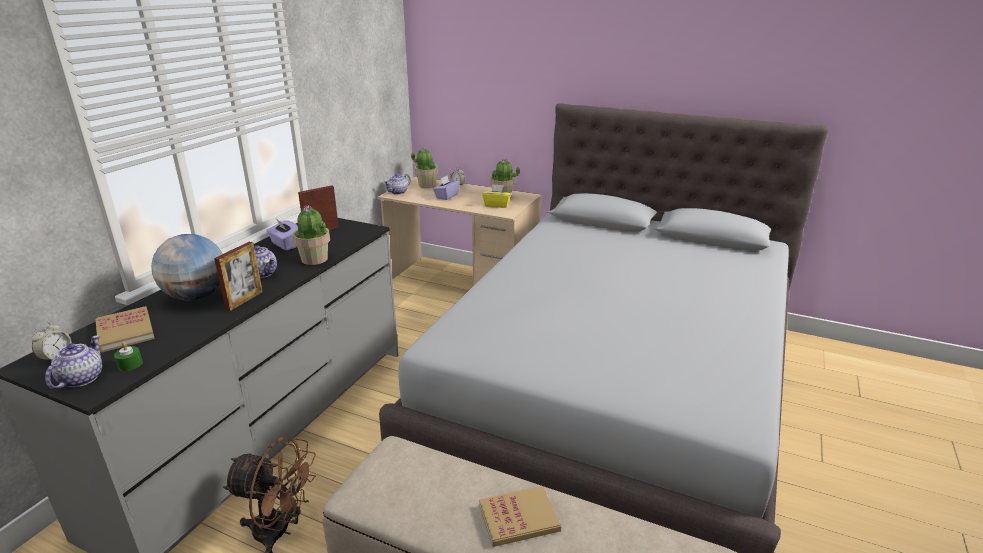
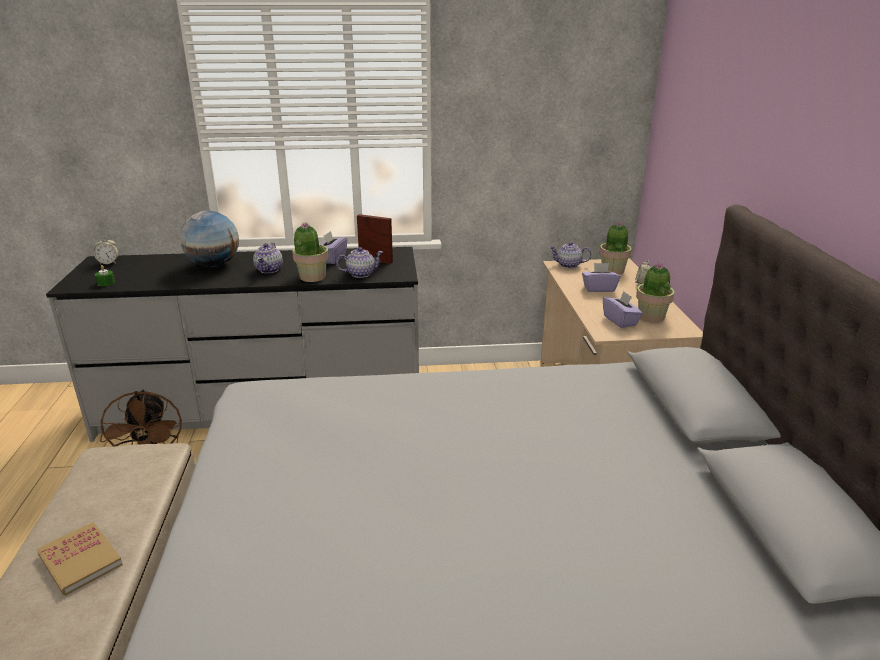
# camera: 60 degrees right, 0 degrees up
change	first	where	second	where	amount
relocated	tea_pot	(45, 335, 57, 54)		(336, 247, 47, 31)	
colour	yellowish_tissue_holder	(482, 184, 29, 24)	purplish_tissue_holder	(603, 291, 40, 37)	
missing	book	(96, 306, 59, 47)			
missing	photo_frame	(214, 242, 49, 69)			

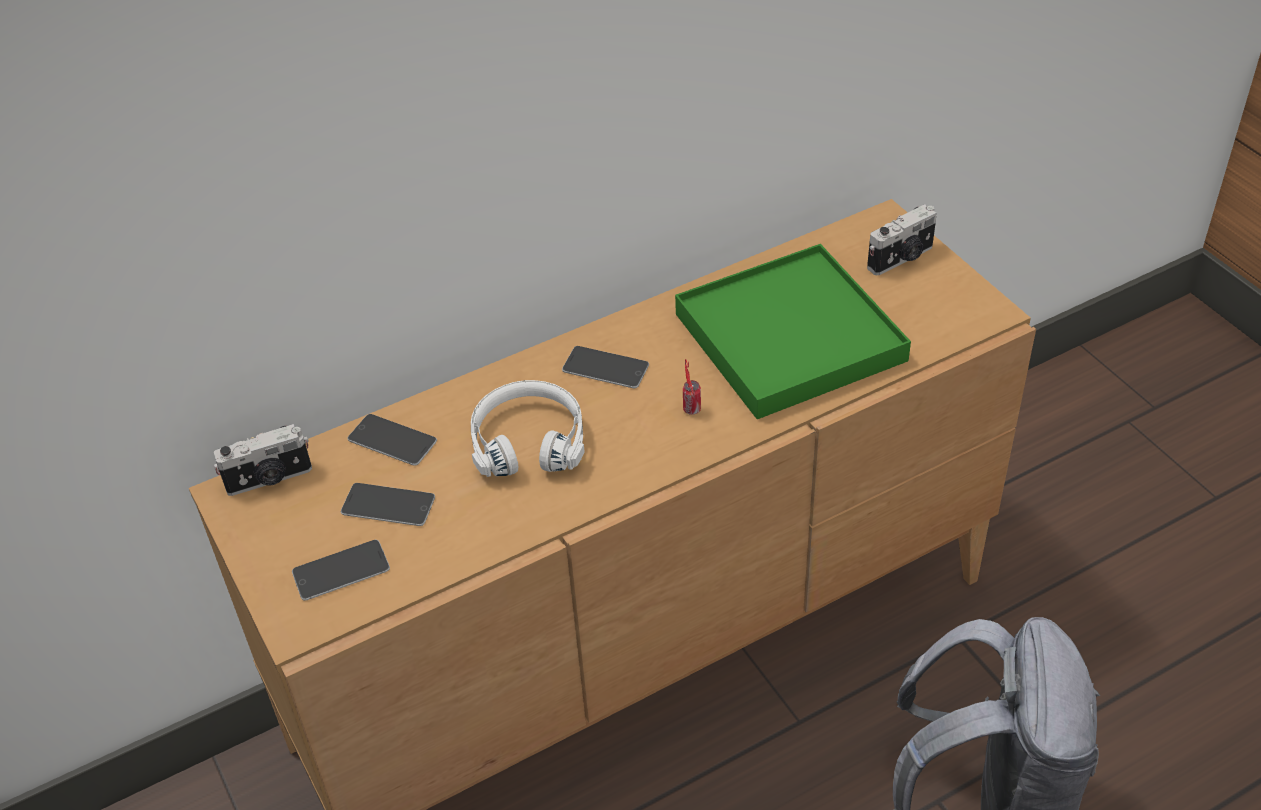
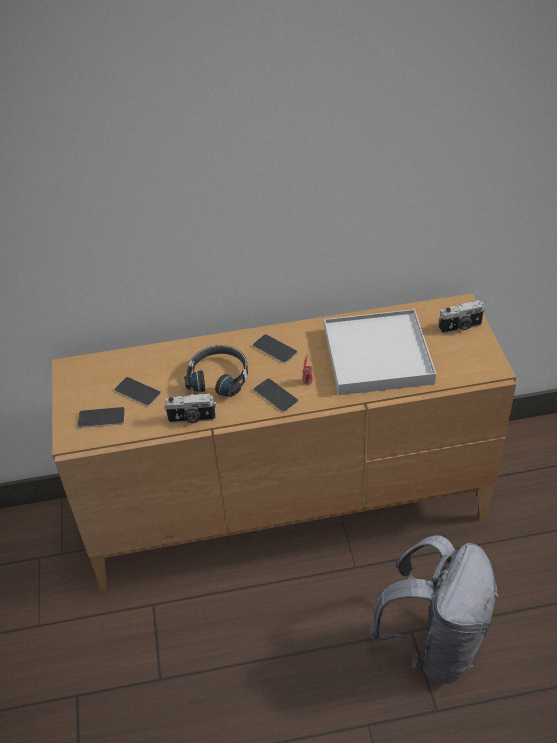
# camera: 20 degrees right, 0 degrees up
change	first	where	second	where	amount
relocated	photo_camera	(214, 424, 98, 72)		(164, 393, 52, 30)	
colour	white_headphones	(471, 380, 114, 97)	black-coloured_headphones	(184, 345, 64, 52)	
relocated	phone	(347, 414, 90, 52)		(253, 378, 46, 35)	
colour	greenish_serving_tray	(675, 244, 236, 175)	white_serving_tray	(324, 309, 112, 86)	

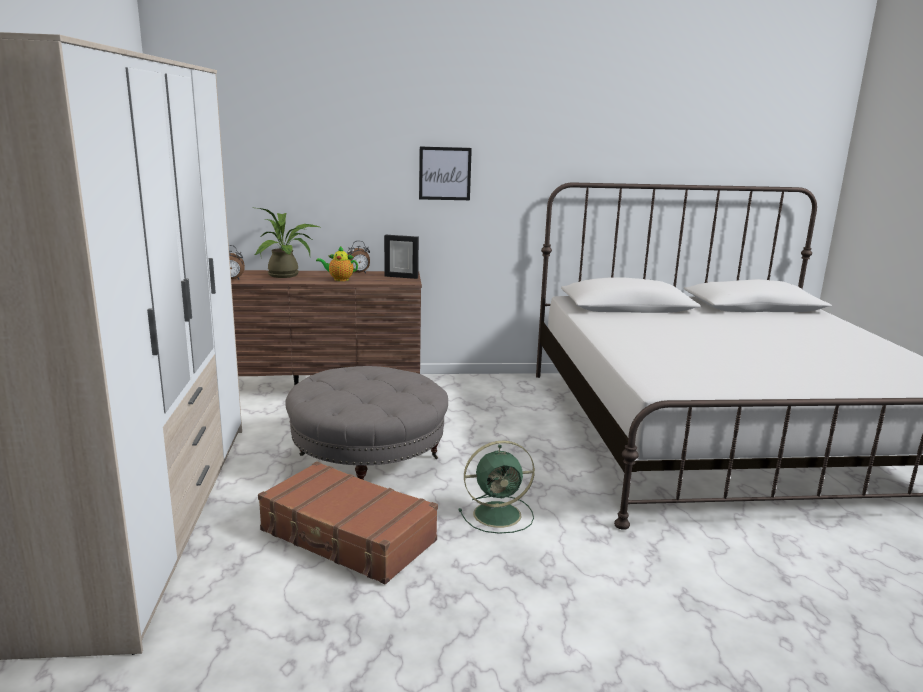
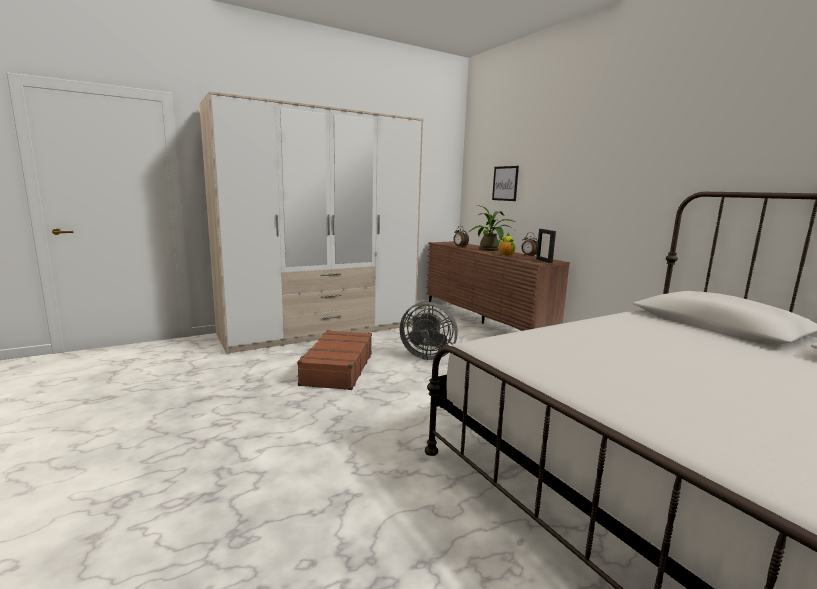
# camera: 65 degrees right, 5 degrees down
change	first	where	second	where	amount
exchanged	grey_ottoman	(285, 366, 163, 114)	grey_fan	(399, 302, 59, 58)	
relocated	wall_art	(419, 147, 53, 53)		(492, 166, 27, 35)	
missing	greenish_fan	(459, 440, 76, 94)			

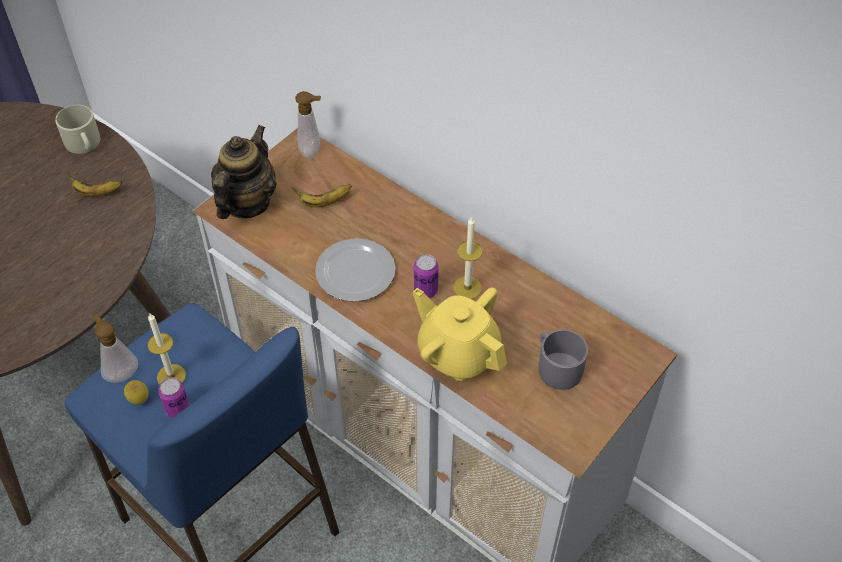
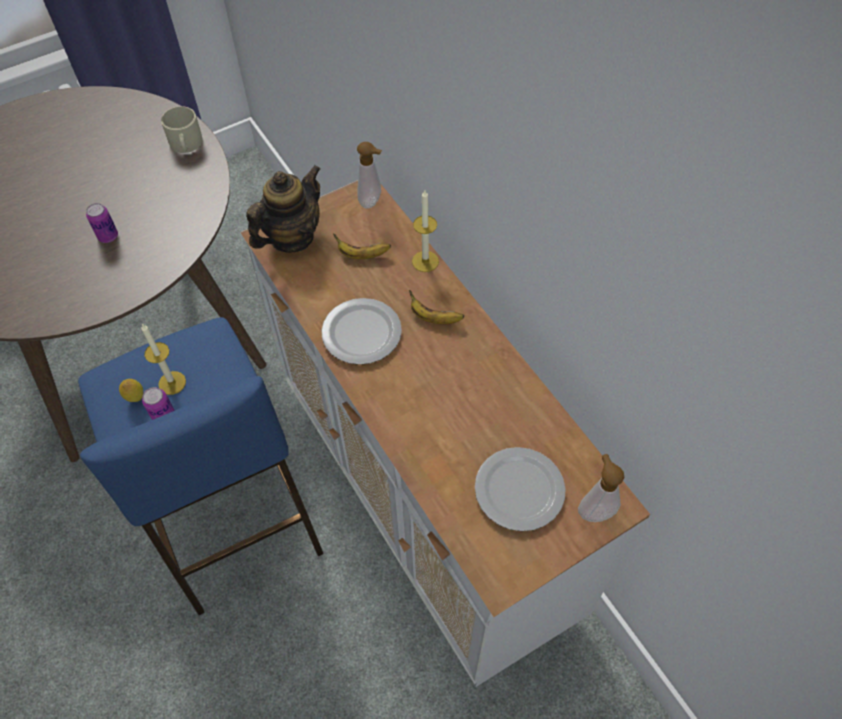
# camera: 20 degrees right, 5 degrees up
change	first	where	second	where	amount
relocated	can	(414, 254, 25, 44)		(86, 203, 32, 40)	
relocated	banana	(67, 173, 55, 23)		(409, 290, 55, 34)	
relocated	wax_light	(453, 217, 30, 82)		(412, 190, 27, 82)	
exchanged	grey_tea_mug	(539, 330, 49, 60)	dinner_plate	(475, 447, 91, 84)	
relocated	liquid_soap_bottle	(94, 315, 44, 68)		(578, 454, 46, 68)	
missing	yellowish_tea_pot	(412, 287, 95, 94)			

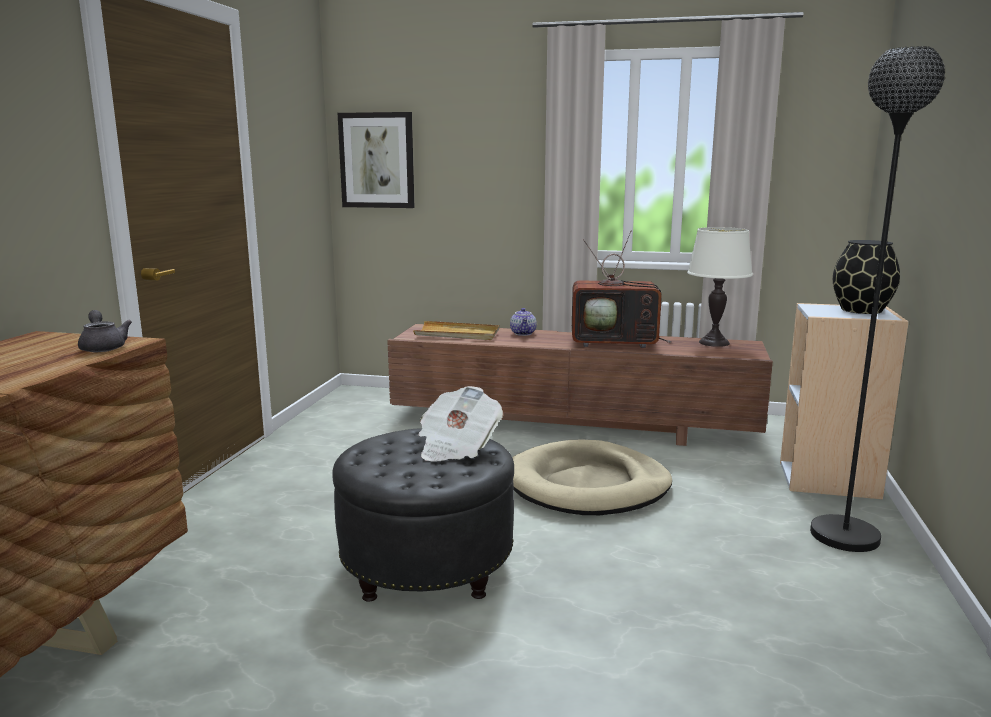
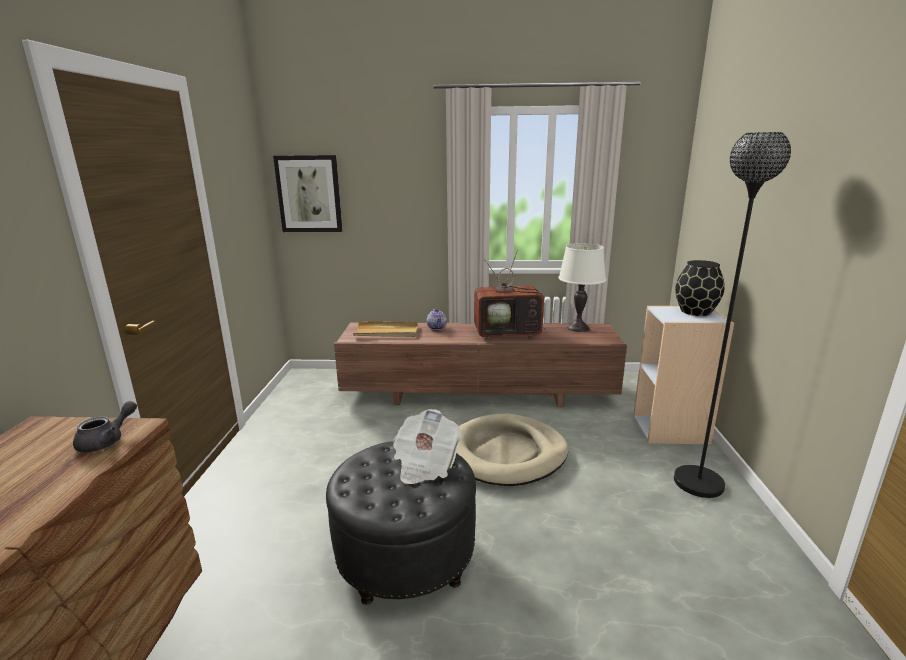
# camera: 10 degrees left, 5 degrees up
change	first	where	second	where	amount
spun	grey_tea_pot	(78, 310, 54, 42)		(73, 401, 64, 51)	75 degrees clockwise

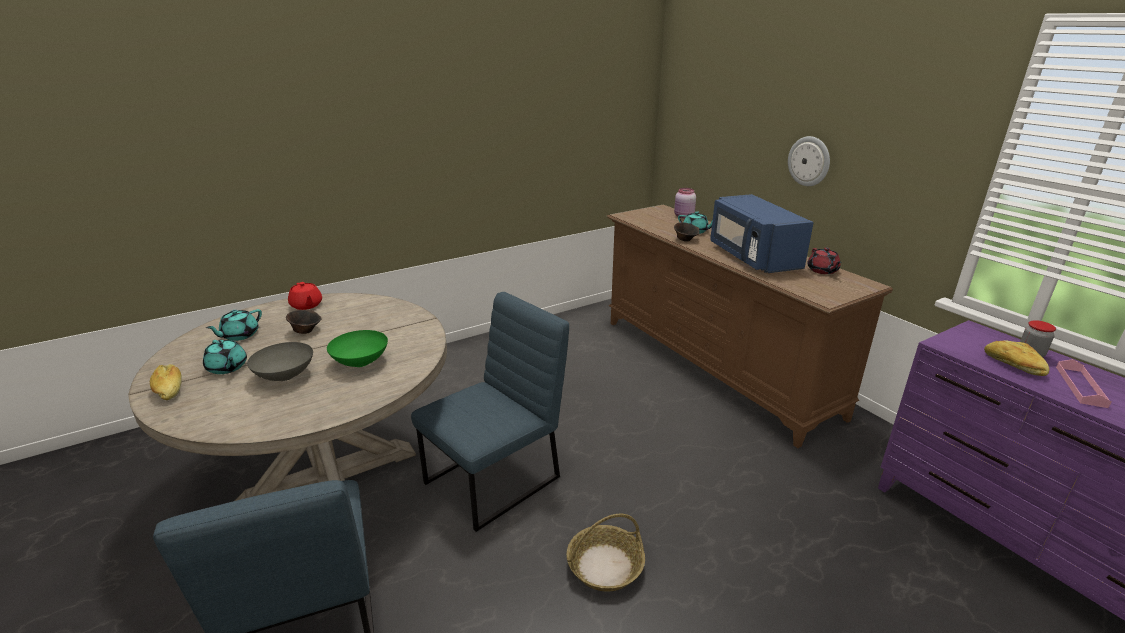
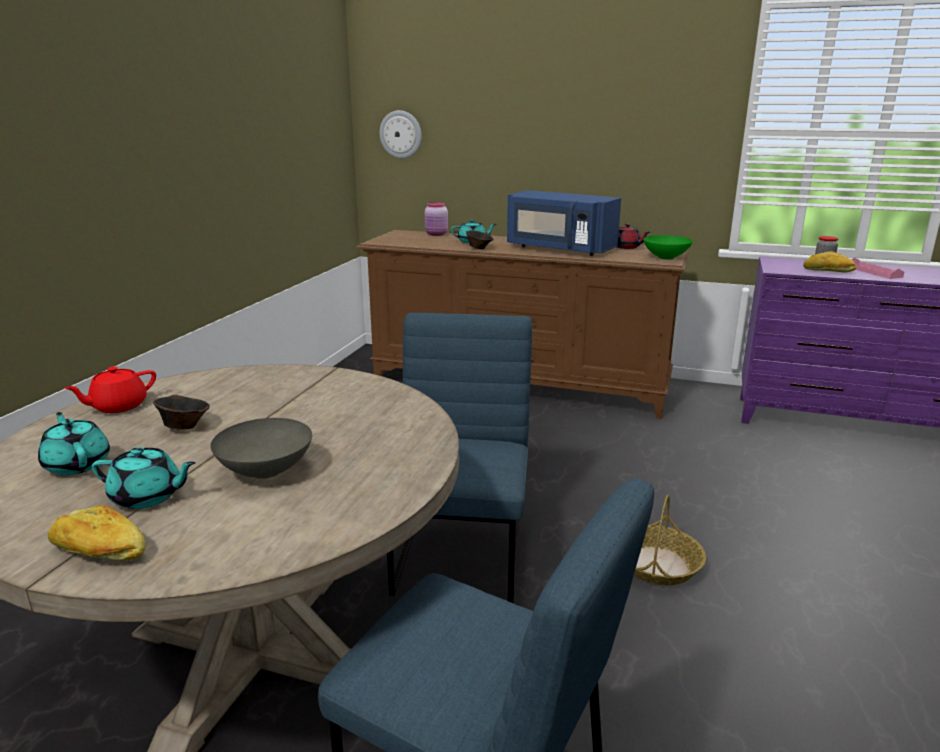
# camera: 40 degrees left, 5 degrees down
change	first	where	second	where	amount
spun	blue-green_tea_pot	(206, 309, 56, 32)		(38, 412, 72, 63)	150 degrees clockwise
spun	reddish_tea_pot	(288, 282, 34, 28)		(64, 366, 92, 47)	120 degrees clockwise
relocated	wall_clock	(788, 136, 42, 50)		(379, 110, 43, 48)	
relocated	greenish_serving_bowl	(327, 330, 61, 37)		(643, 235, 50, 24)	

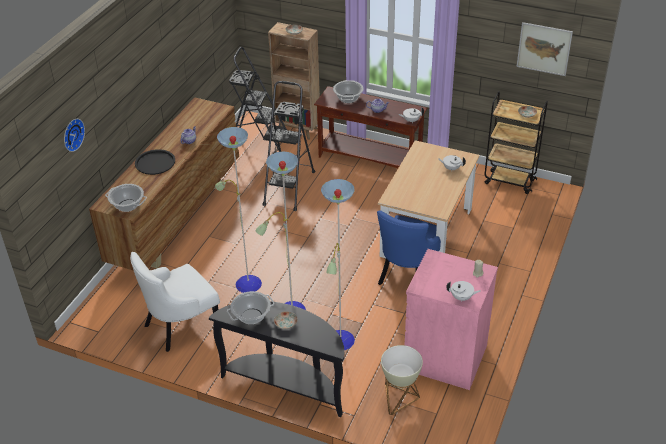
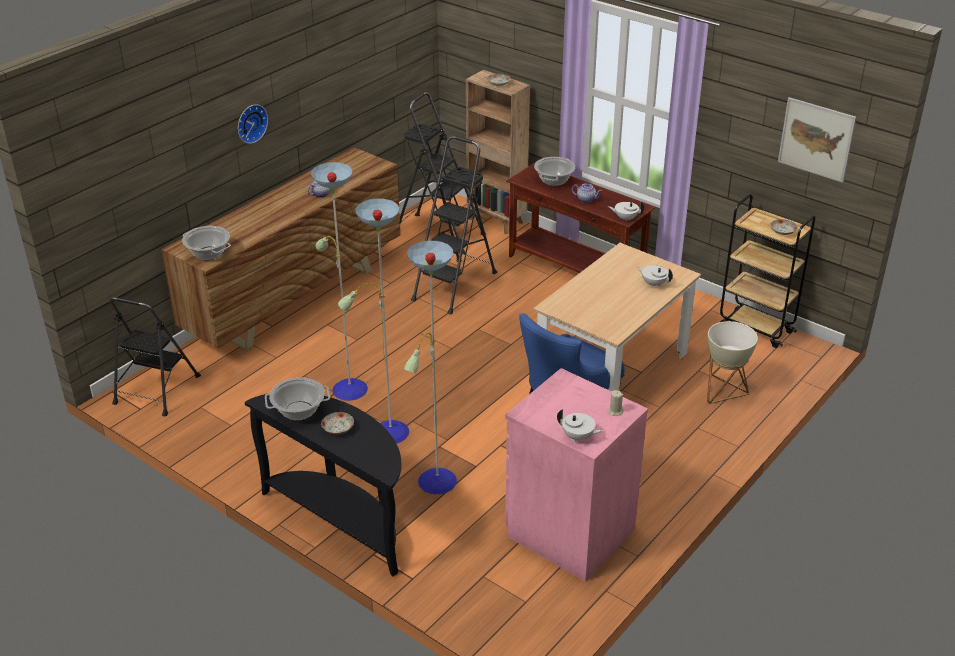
# camera: 15 degrees right, 5 degrees down
change	first	where	second	where	amount
appeared			black-coloured_step_ladder	(110, 297, 91, 119)	
relocated	wall_clock	(64, 119, 21, 33)		(238, 105, 30, 39)	
relocated	flower_pot	(381, 345, 42, 70)		(707, 321, 51, 82)	
missing	white_upright_chair	(130, 252, 90, 100)			
missing	black-coloured_serving_tray	(135, 149, 40, 26)			

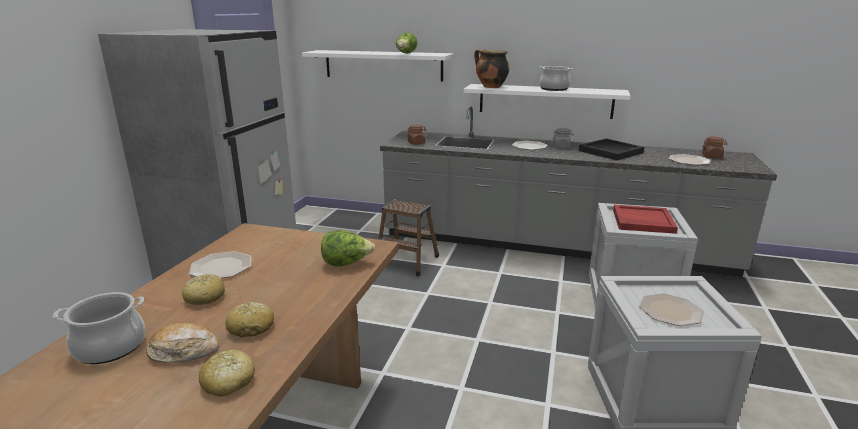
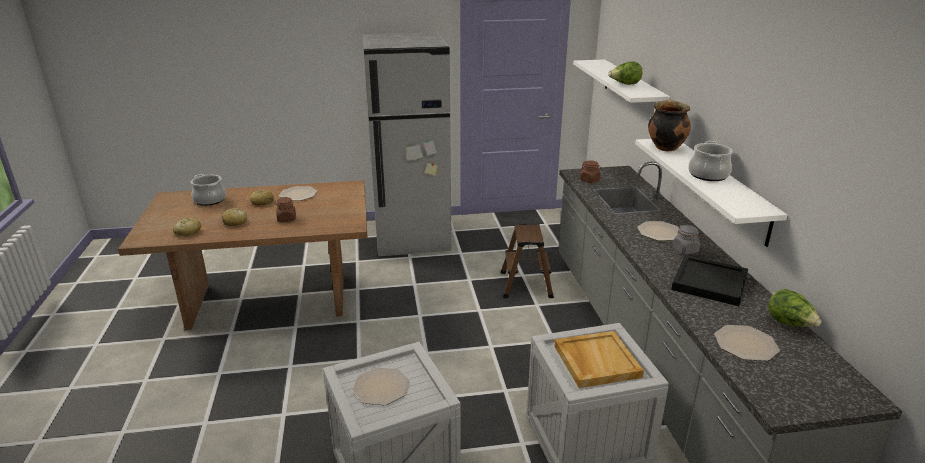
# camera: 65 degrees right, 5 degrees up
change	first	where	second	where	amount
relocated	brownish_preserve_jar	(702, 136, 25, 22)		(276, 197, 20, 25)	
colour	reddish_serving_tray	(613, 205, 65, 29)	beige_serving_tray	(554, 331, 90, 57)	
relocated	lettuce_head	(321, 230, 54, 37)		(768, 289, 54, 38)	
missing	bread	(146, 323, 73, 39)			

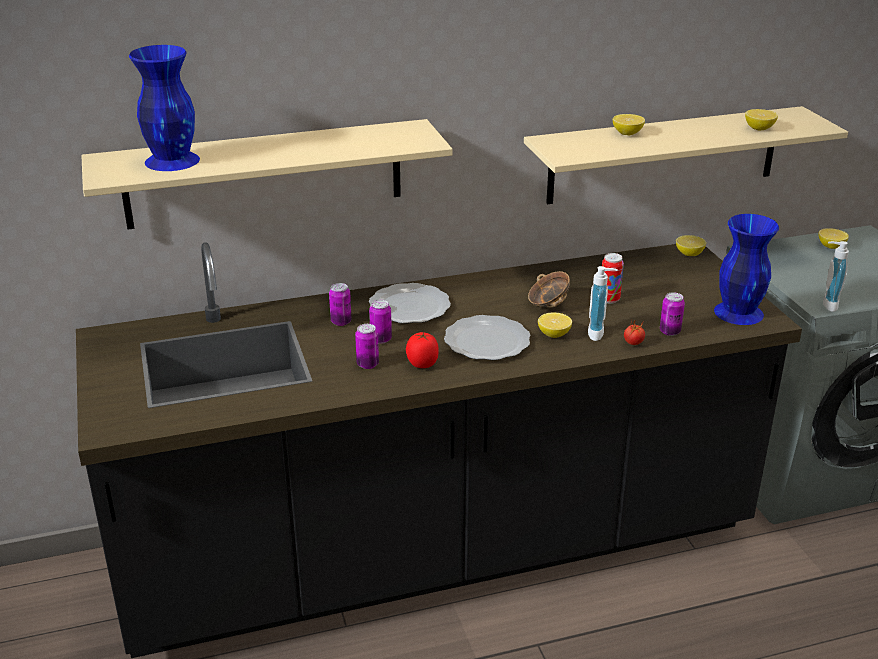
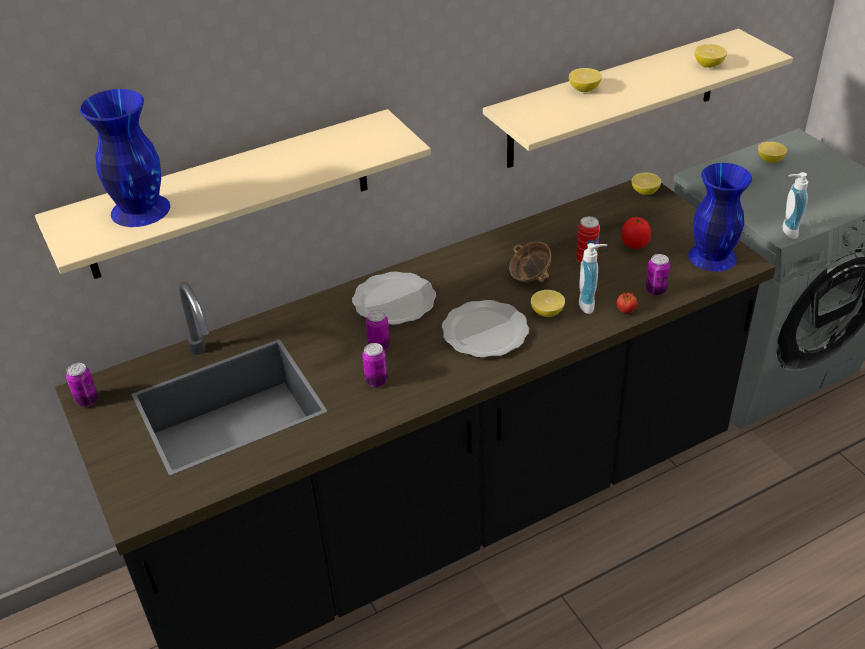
# camera: 10 degrees left, 10 degrees up
change	first	where	second	where	amount
relocated	can	(329, 283, 23, 43)		(66, 363, 32, 44)	
relocated	whole_tomato	(406, 332, 33, 36)		(621, 217, 30, 32)	

